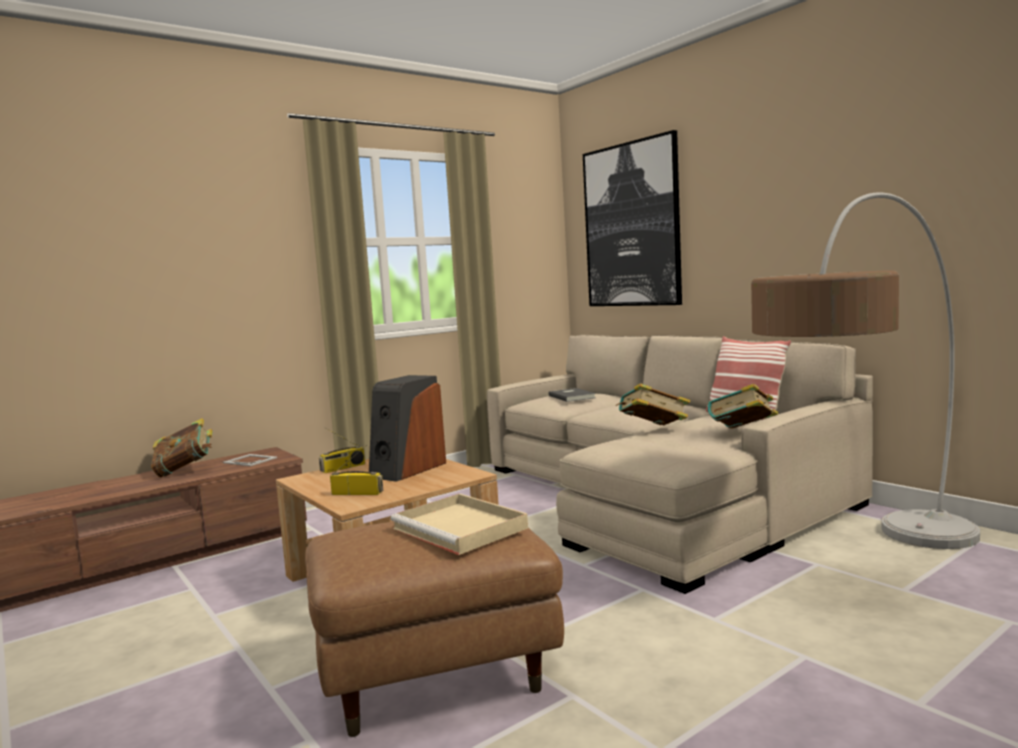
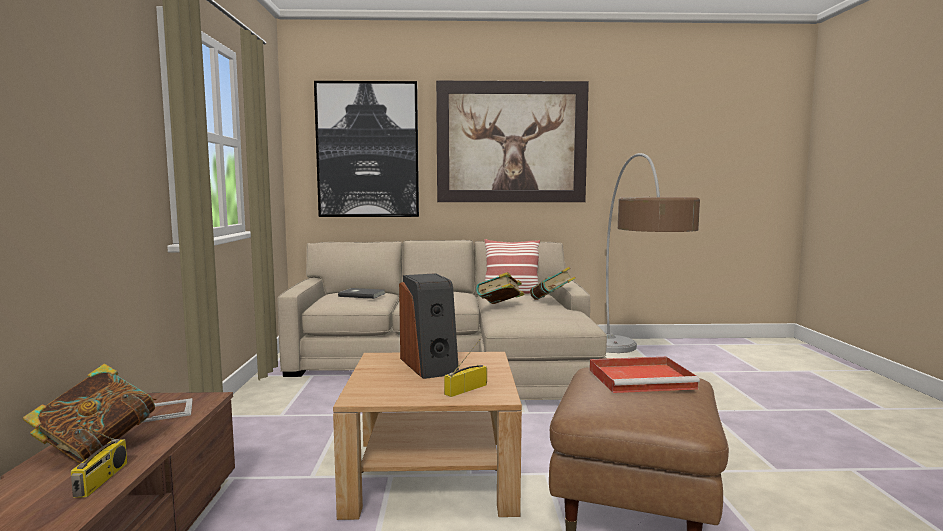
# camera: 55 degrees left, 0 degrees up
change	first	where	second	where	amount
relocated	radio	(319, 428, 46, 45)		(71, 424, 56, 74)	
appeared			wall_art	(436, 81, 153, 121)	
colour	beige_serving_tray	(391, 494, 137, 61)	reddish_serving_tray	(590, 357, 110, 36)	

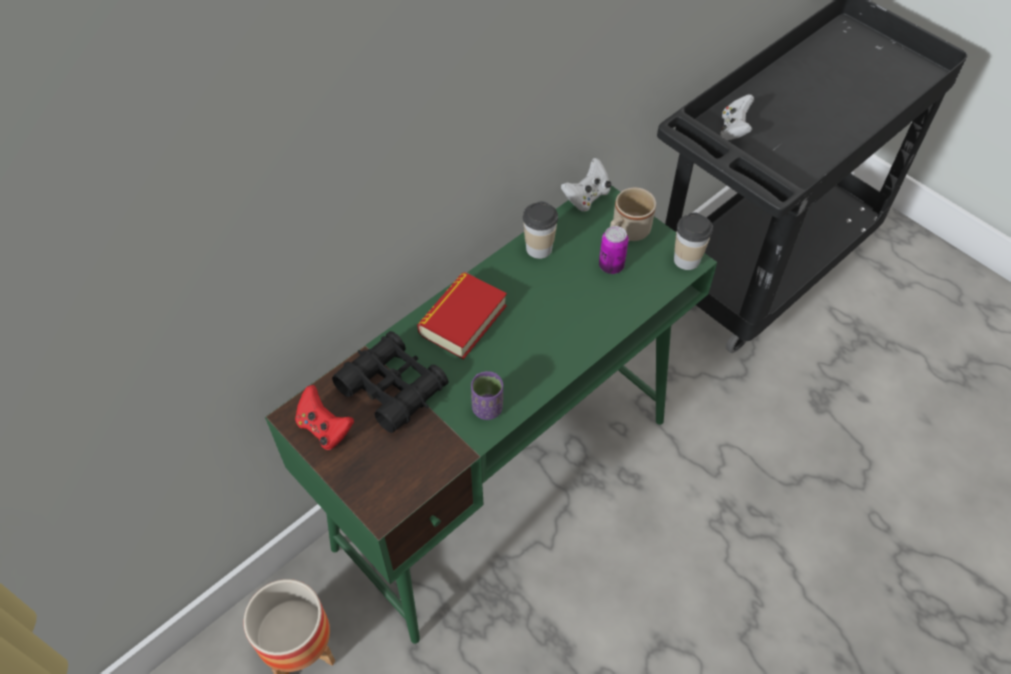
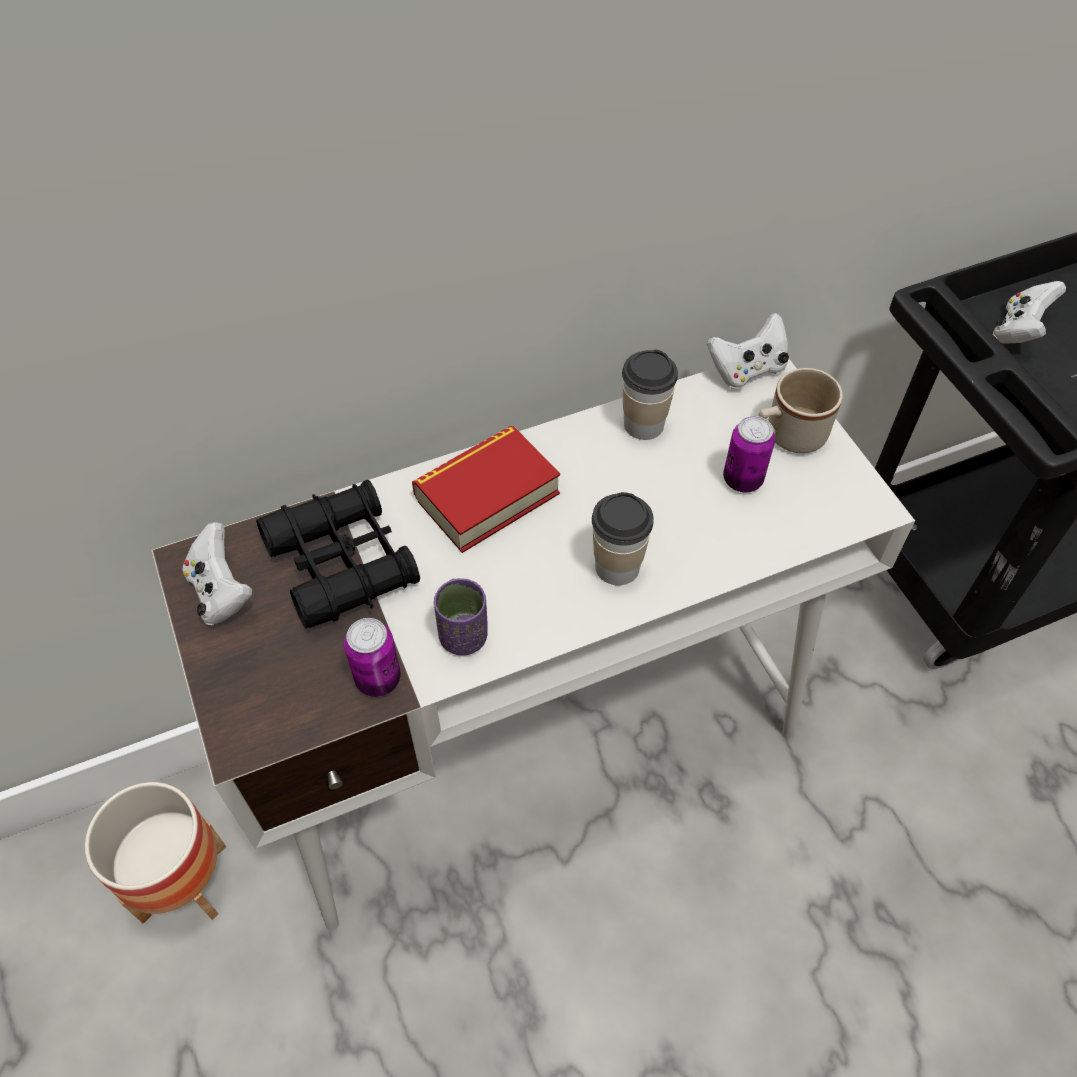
# camera: 20 degrees right, 0 degrees up
change	first	where	second	where	amount
colour	greenish_desk_table	(265, 185, 452, 459)	white_desk_table	(152, 359, 763, 571)	
colour	reddish_game_controller	(295, 385, 59, 65)	white_game_controller	(183, 522, 70, 104)	
appeared			can	(344, 618, 57, 79)	
relocated	cup	(674, 213, 39, 57)		(592, 492, 61, 93)	

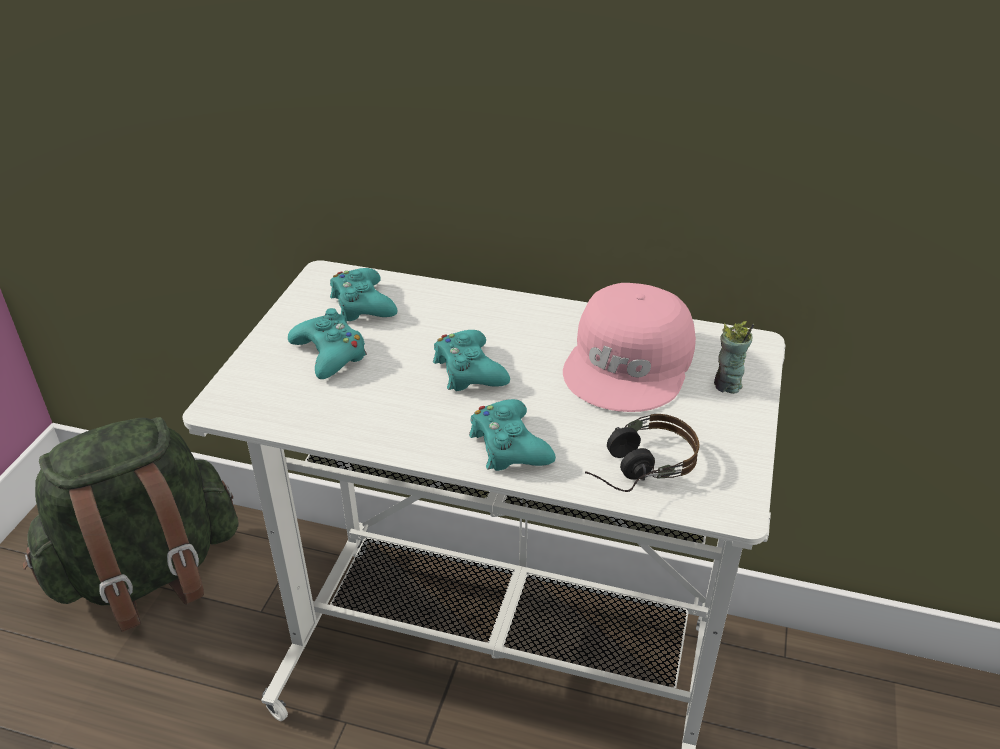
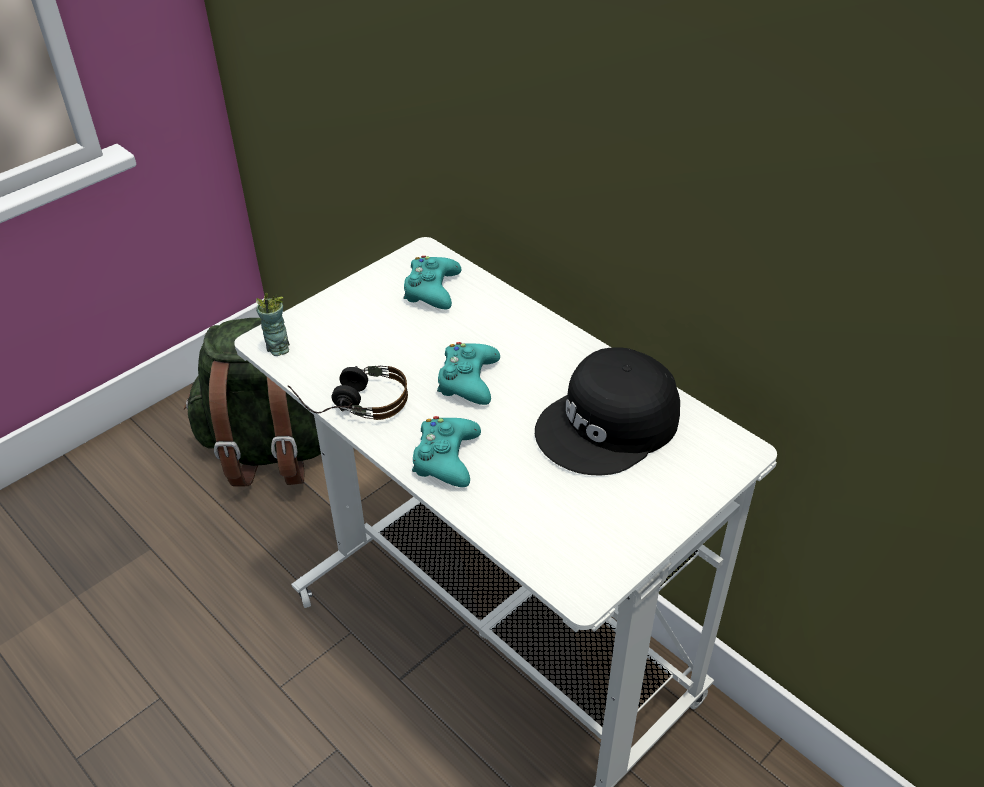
# camera: 30 degrees right, 5 degrees up
change	first	where	second	where	amount
relocated	cup	(714, 321, 40, 73)		(256, 293, 34, 63)	
relocated	headphones	(585, 414, 114, 78)		(288, 366, 120, 54)	
colour	pink-coloured_cap	(563, 283, 133, 129)	black-coloured_cap	(535, 348, 145, 127)	
missing	blue-green_game_controller	(288, 308, 79, 71)			

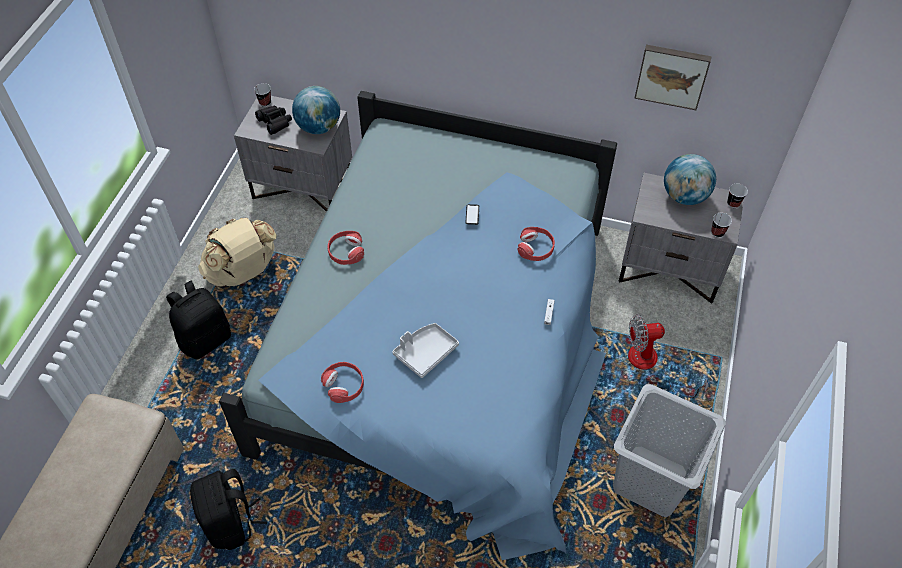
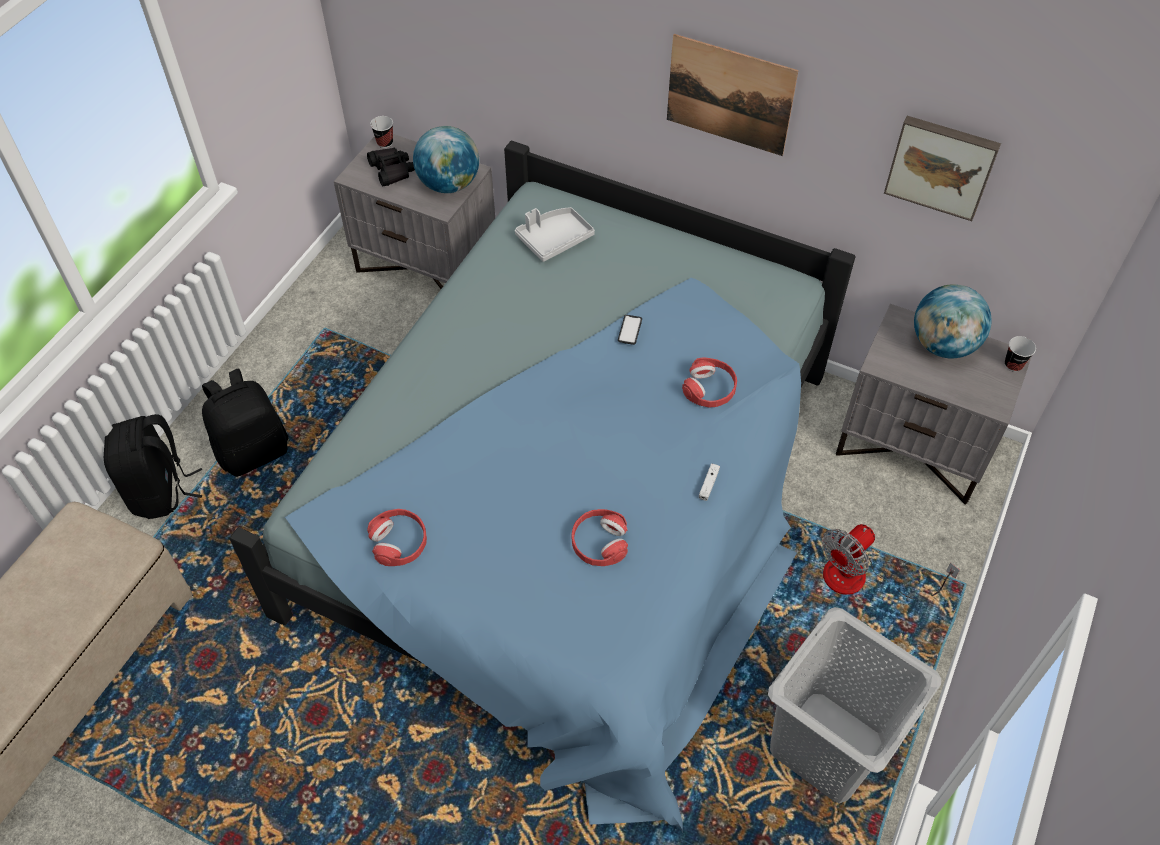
# camera: 10 degrees right, 0 degrees up
change	first	where	second	where	amount
relocated	black-coloured_rucksack	(190, 469, 77, 81)		(104, 414, 98, 105)	
relocated	grey_serving_tray	(392, 323, 67, 55)		(515, 207, 80, 55)	
relocated	reddish_headphones	(328, 231, 36, 34)		(572, 509, 56, 57)	
appeared			wall_art	(667, 34, 131, 122)	
spun	fan	(628, 314, 80, 84)		(822, 524, 138, 75)	45 degrees counterclockwise
missing	beige_rucksack	(198, 218, 79, 68)			
missing	cup	(711, 213, 21, 25)			

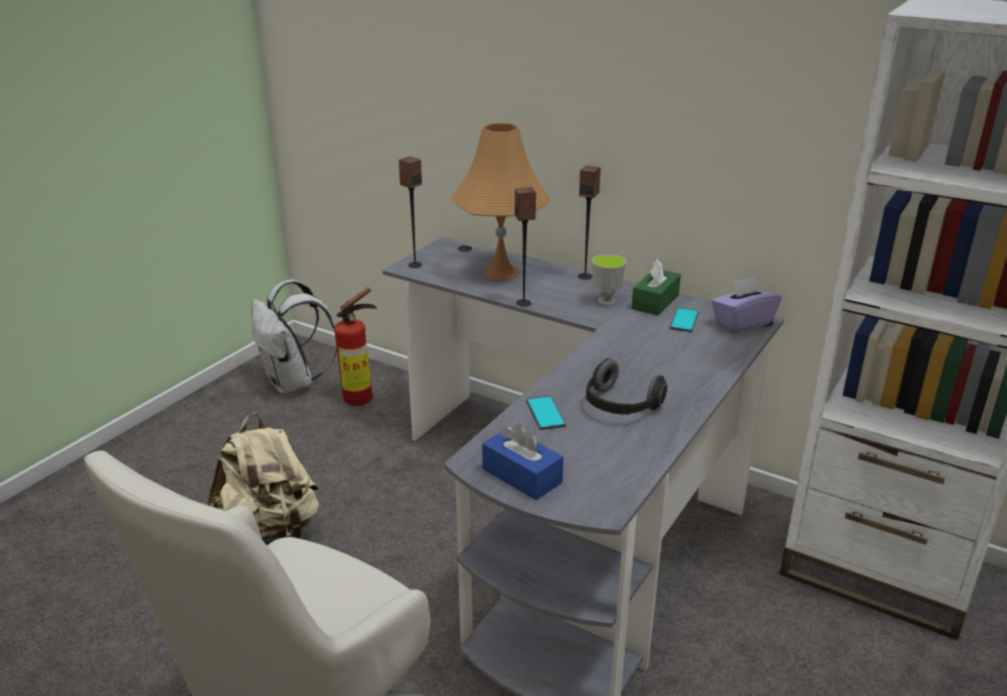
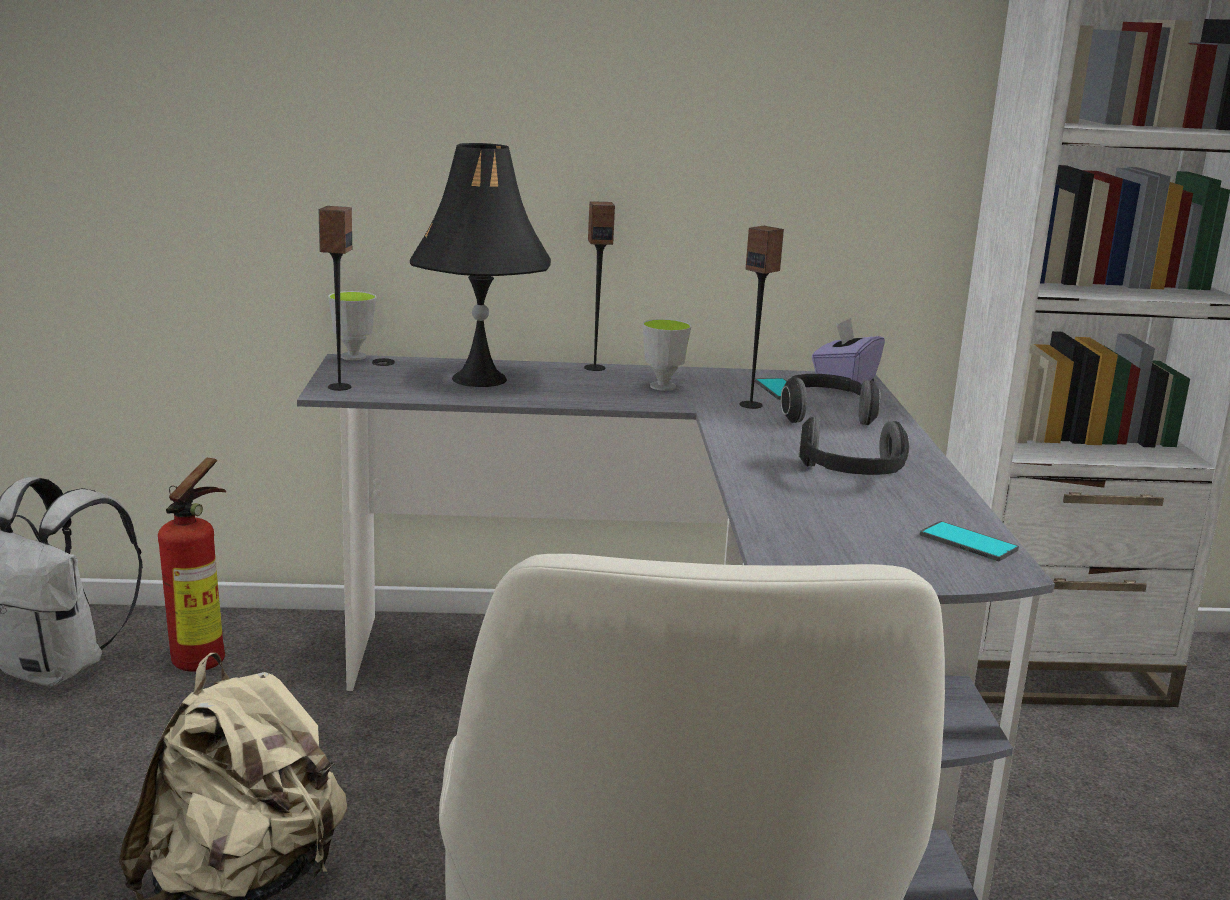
# camera: 35 degrees left, 10 degrees down
change	first	where	second	where	amount
appeared			cup	(328, 291, 49, 69)	
colour	orange-coloured_table_lamp	(451, 123, 100, 158)	black-coloured_table_lamp	(410, 143, 141, 244)	
relocated	speaker	(515, 187, 21, 120)		(739, 226, 45, 183)	
appeared			headphones	(781, 374, 99, 51)	
relocated	phone	(526, 396, 40, 34)		(920, 521, 99, 40)	
missing	blue_tissue_holder	(482, 424, 81, 76)			
missing	greenish_tissue_holder	(632, 258, 49, 57)			

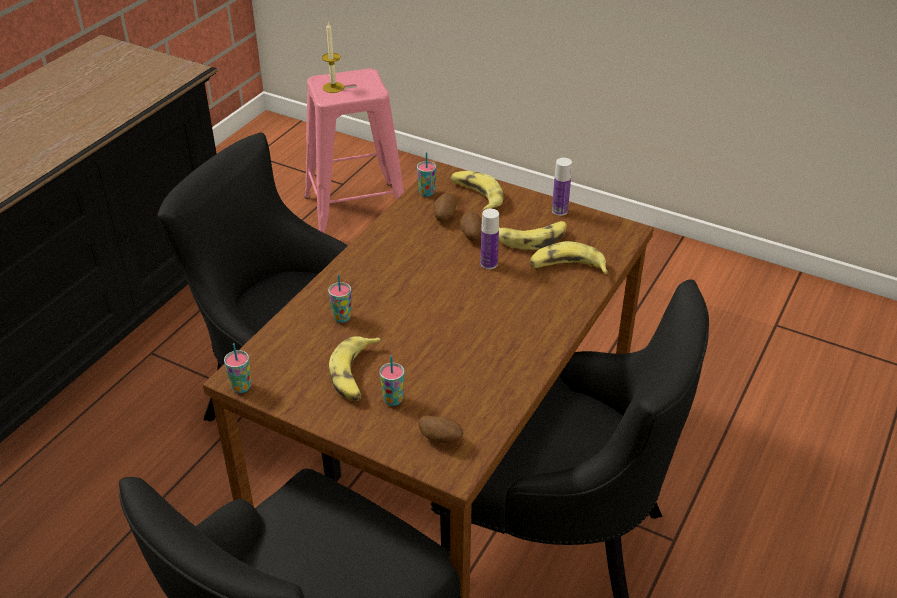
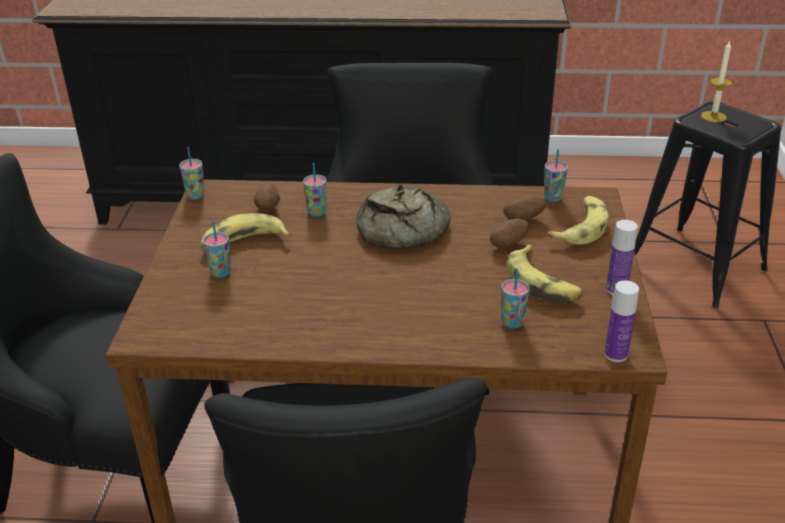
# camera: 65 degrees right, 5 degrees down
change	first	where	second	where	amount
relocated	spud	(419, 415, 44, 28)		(254, 183, 26, 28)	
appeared			bread	(357, 184, 94, 66)	
exchanged	banana	(530, 241, 79, 33)	cup	(501, 268, 29, 61)	
relocated	bottle	(481, 209, 18, 60)		(604, 280, 35, 82)	
colour	pink-coloured_stool	(304, 69, 100, 164)	black-coloured_stool	(634, 101, 147, 207)	

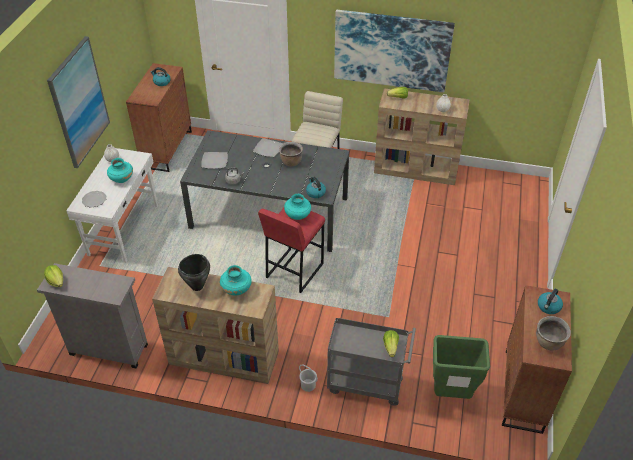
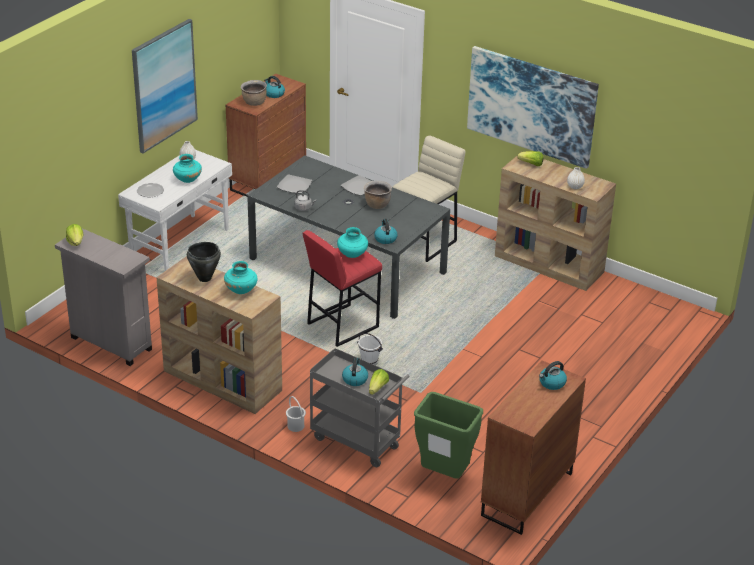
# camera: 20 degrees right, 10 degrees down
change	first	where	second	where	amount
relocated	brownish_saucepot	(536, 316, 35, 35)		(241, 80, 26, 26)	
appeared			kettle	(342, 358, 26, 28)	
appeared			white_pail	(357, 333, 26, 32)	

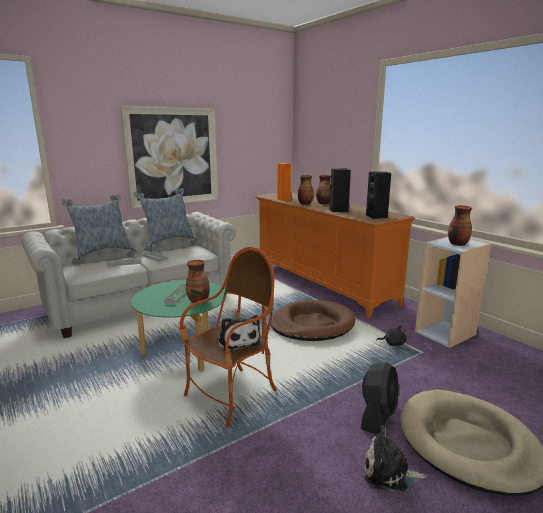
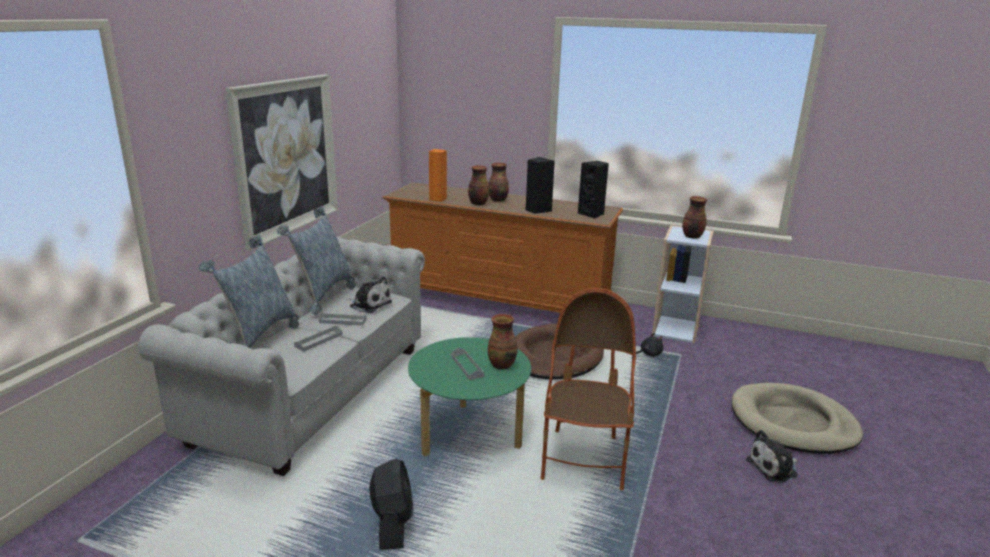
# camera: 35 degrees left, 5 degrees up
change	first	where	second	where	amount
relocated	plush_toy	(217, 315, 43, 37)		(346, 276, 46, 37)	
relocated	black-coloured_fan	(361, 362, 38, 72)		(369, 458, 44, 92)	

